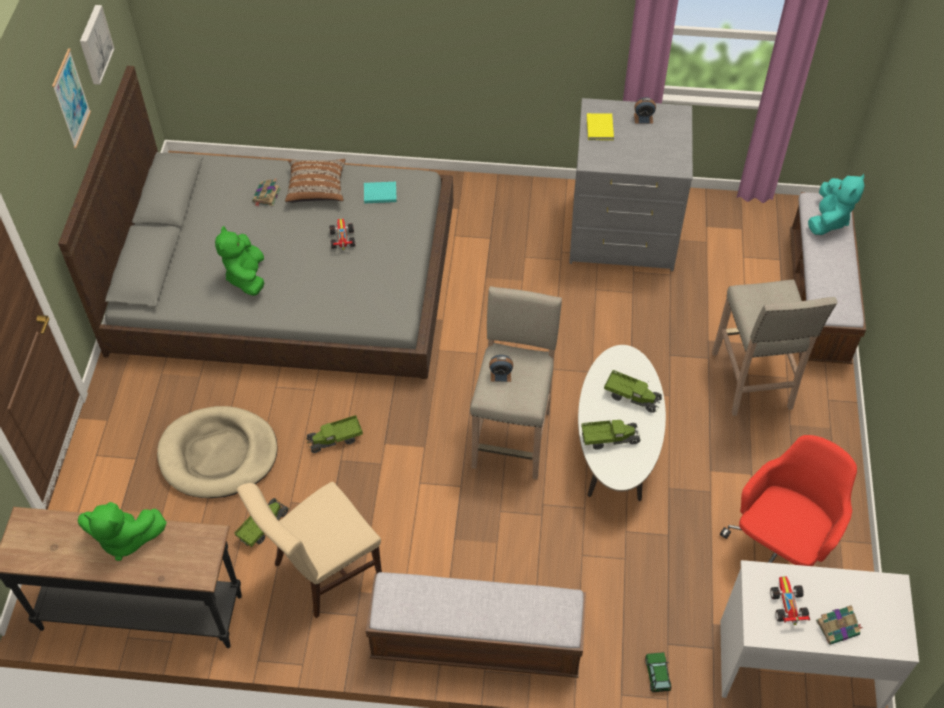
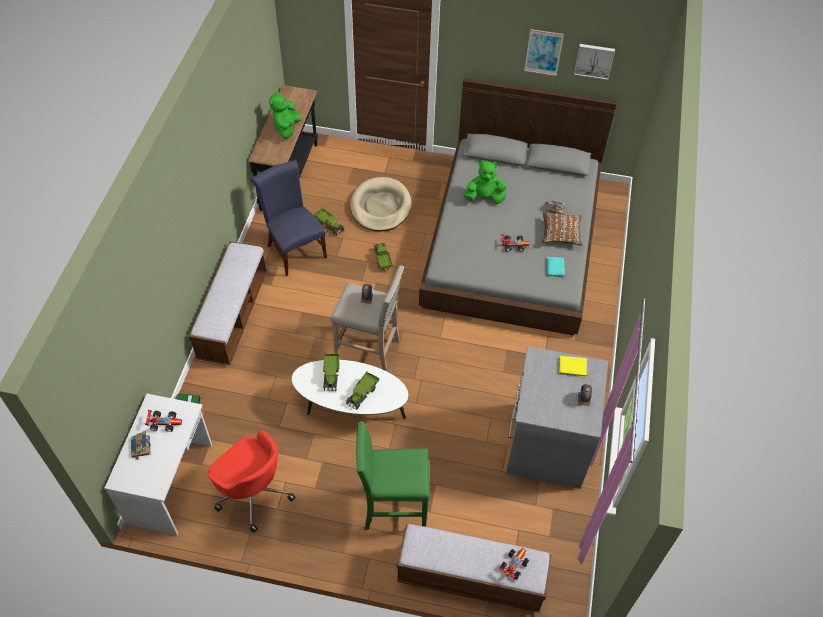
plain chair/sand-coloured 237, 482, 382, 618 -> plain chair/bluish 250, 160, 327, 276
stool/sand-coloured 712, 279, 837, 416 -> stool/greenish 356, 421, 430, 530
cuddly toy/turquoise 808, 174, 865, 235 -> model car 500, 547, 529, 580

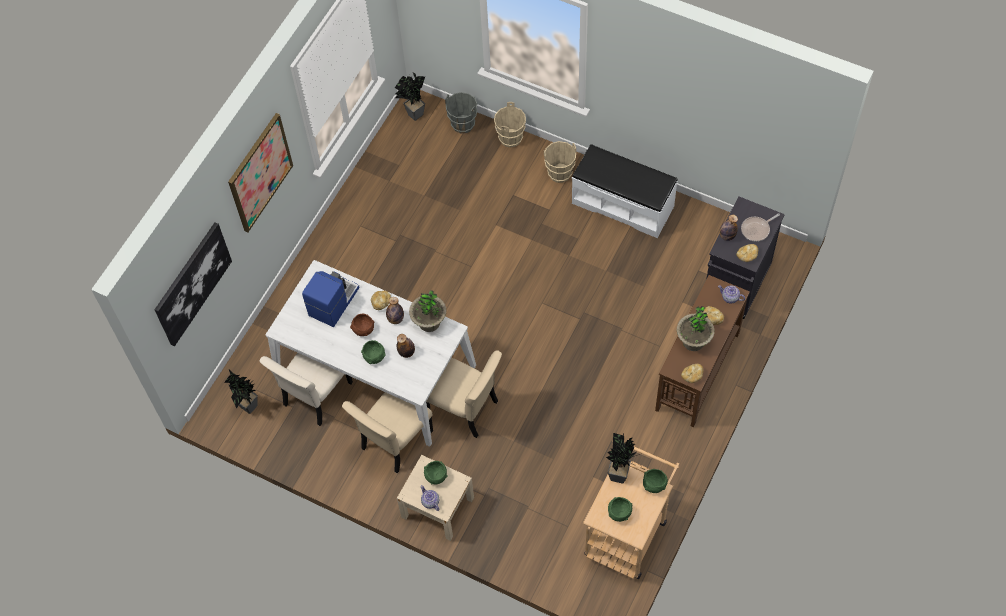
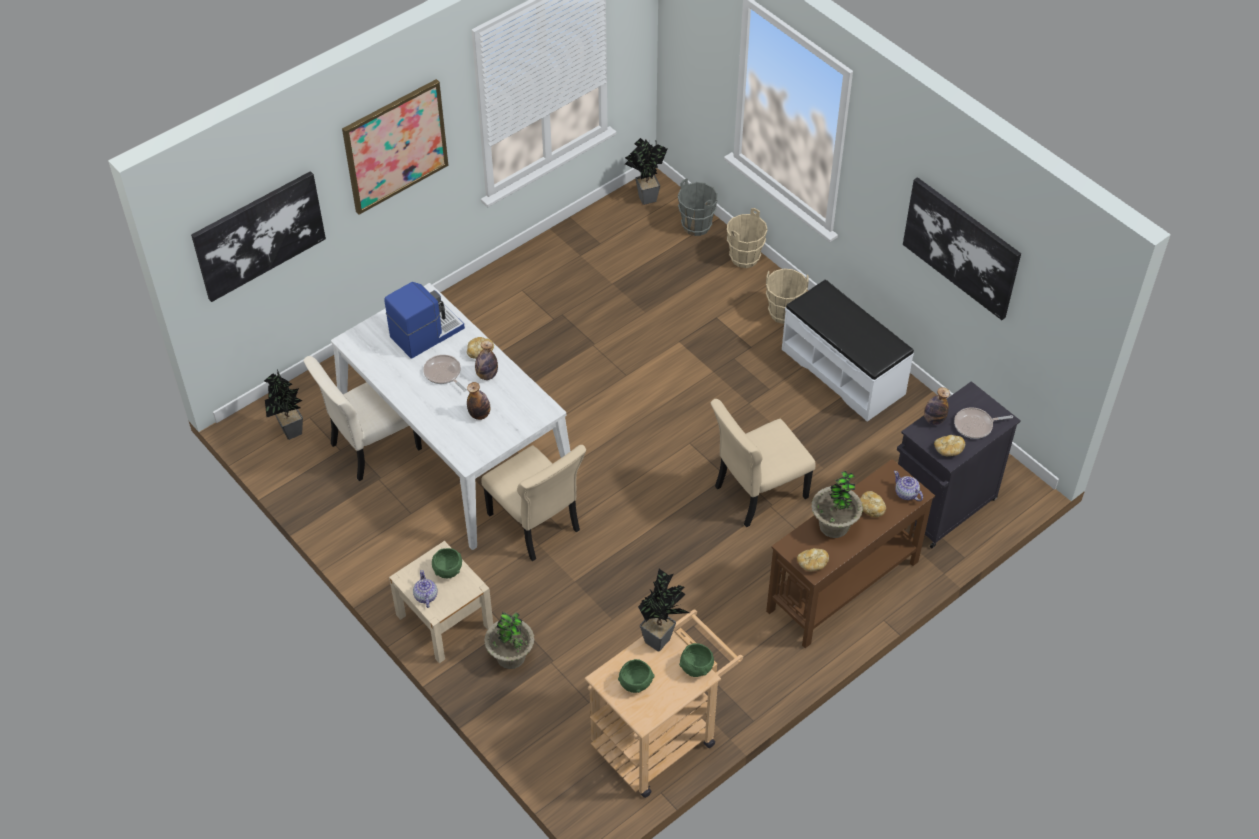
serving bowl/brown 350, 313, 374, 336 -> skillet 423, 355, 467, 392
houseplant 409, 290, 447, 332 -> houseplant 484, 612, 534, 669, moved
plain chair/sand-coloured 342, 392, 433, 473 -> plain chair/sand-coloured 711, 399, 816, 527, moved
none -> wall picture 903, 177, 1021, 320
serving bowl/greenish 361, 340, 385, 364 -> none

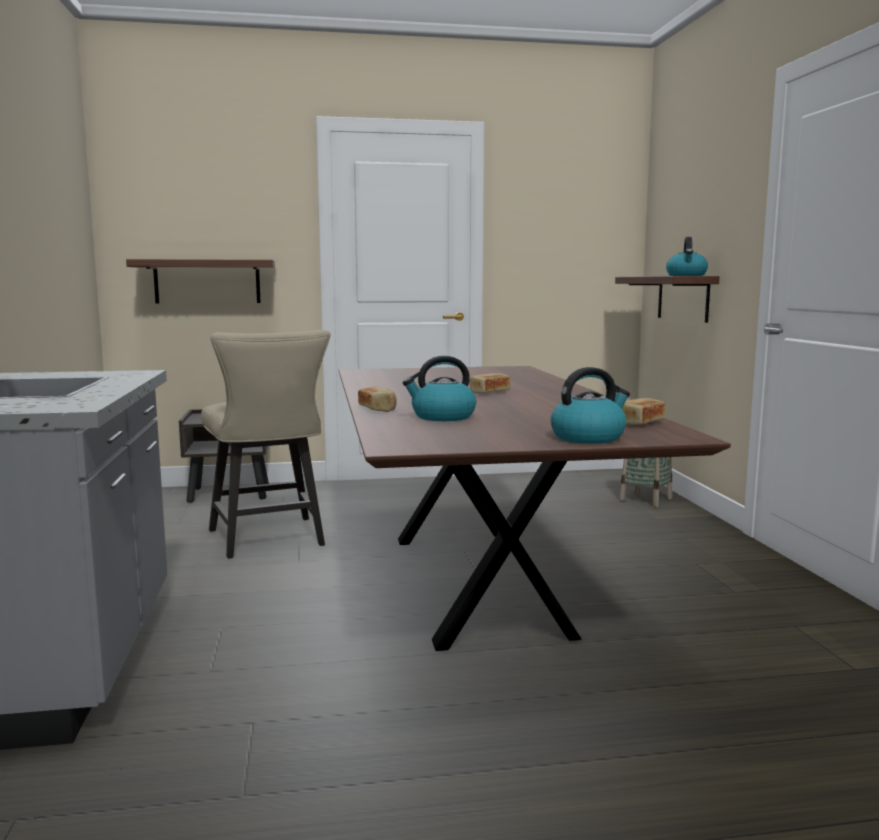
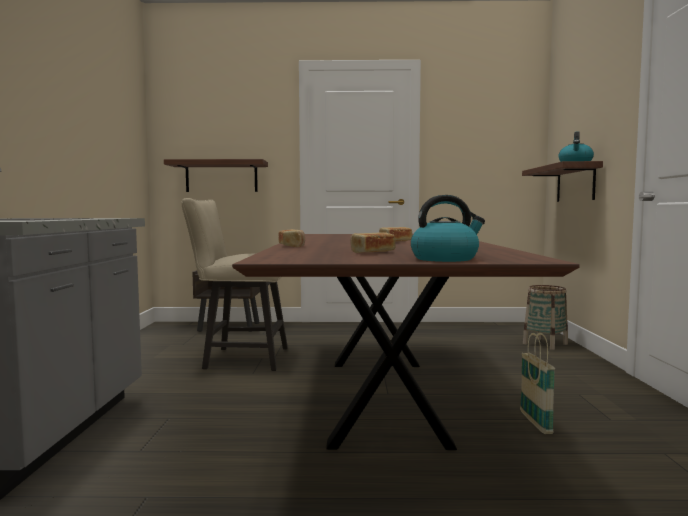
plain chair/sand-coloured 201, 330, 330, 559 -> plain chair/sand-coloured 181, 198, 288, 371, 105 degrees clockwise
bakery bread 622, 398, 665, 425 -> bakery bread 350, 232, 395, 253, moved
none -> household basket 520, 333, 555, 434
kettle 403, 356, 476, 421 -> none

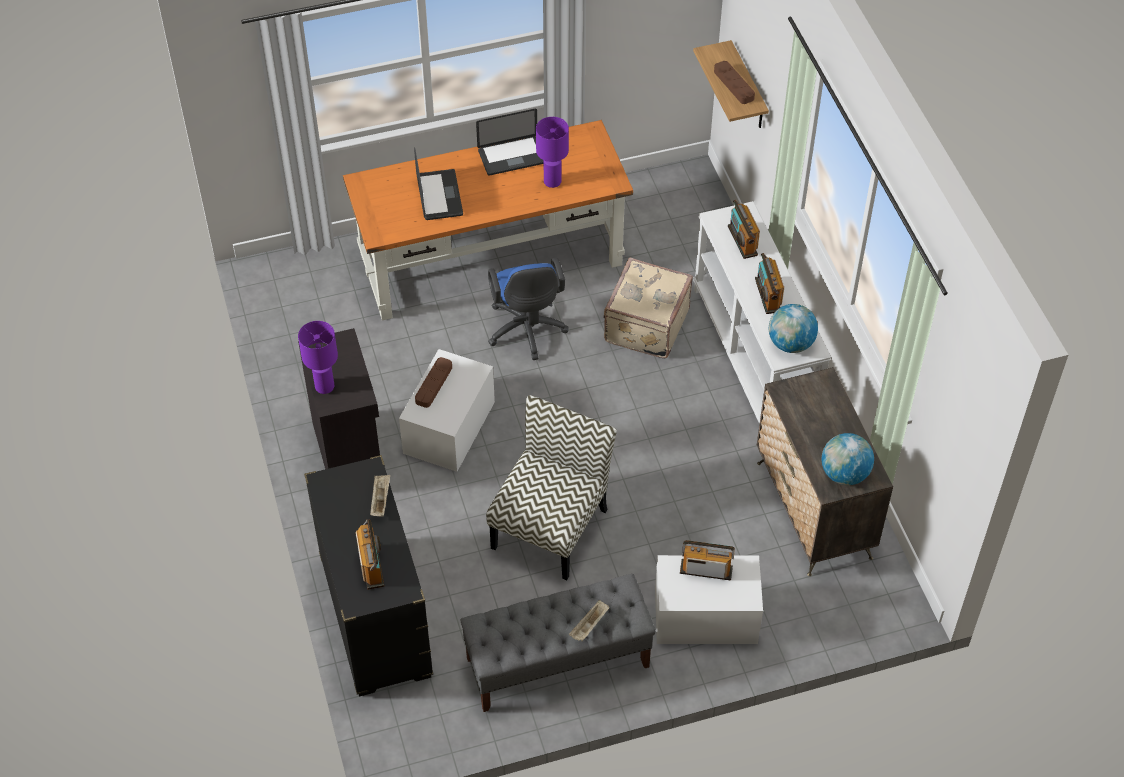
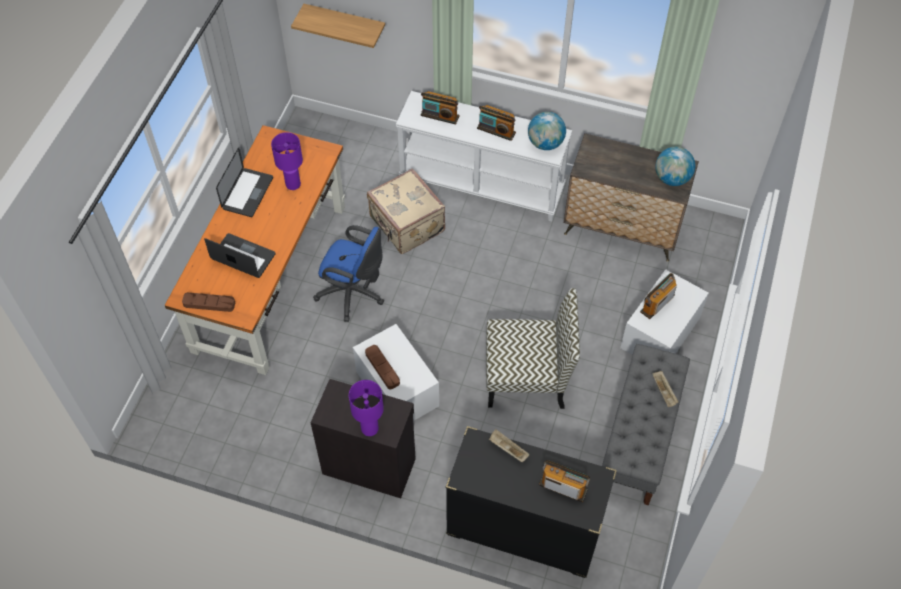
carrying tray/brown 714, 61, 755, 104 -> carrying tray/brown 182, 292, 235, 312, moved
plain chair 486, 395, 617, 580 -> plain chair 486, 288, 580, 409, 120 degrees clockwise

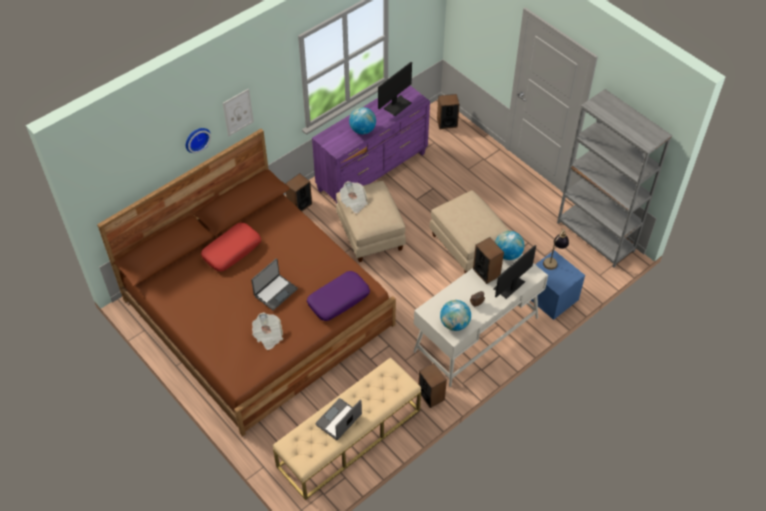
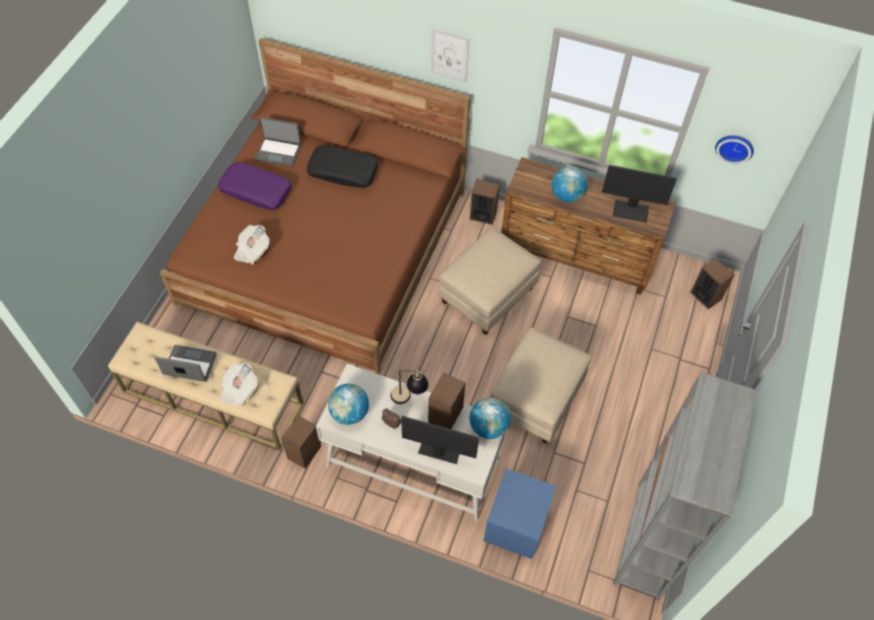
cushion/purplish 307, 271, 370, 321 -> cushion/purplish 218, 162, 291, 210, moved
printed paper 340, 181, 368, 214 -> printed paper 220, 363, 258, 407, moved
portable computer 251, 258, 298, 310 -> portable computer 255, 117, 301, 167, moved
cushion/red-coloured 201, 223, 261, 271 -> cushion/black-coloured 307, 145, 378, 188
lamp for a table 543, 229, 569, 270 -> lamp for a table 390, 367, 428, 404, moved
drawer chest/purplish 312, 86, 430, 204 -> drawer chest/brown 501, 157, 676, 294
hanging clock 186, 128, 211, 153 -> hanging clock 715, 135, 754, 164, moved

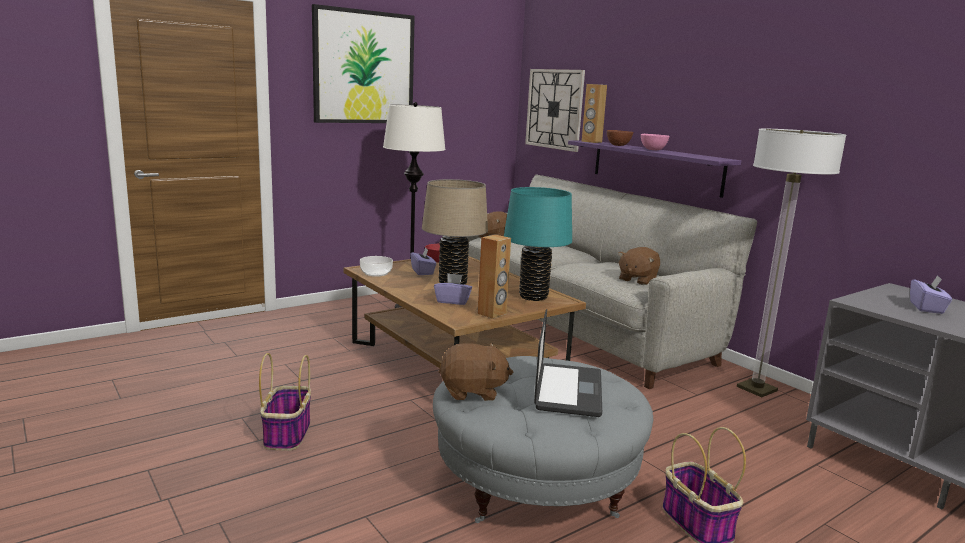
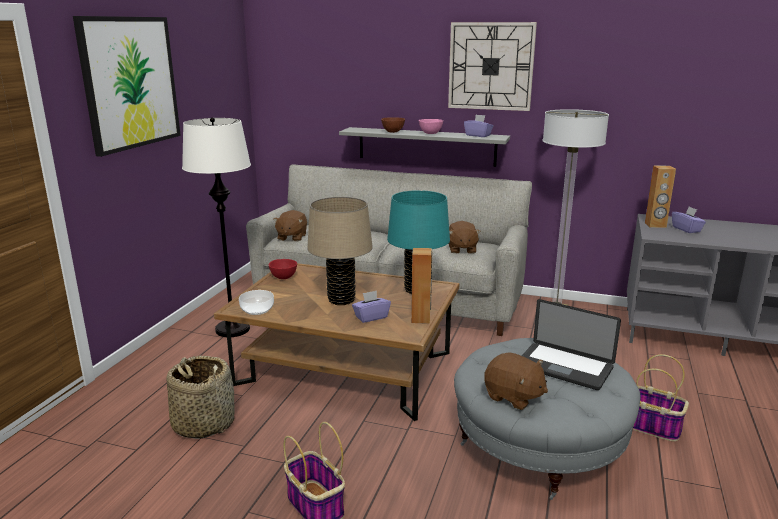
none -> household basket 166, 356, 235, 439
shelf/purplish 568, 140, 741, 198 -> shelf/greyish 339, 127, 510, 167
hanging clock 525, 69, 585, 152 -> hanging clock 448, 22, 537, 111, moved
tissue box/purplish 410, 247, 436, 275 -> tissue box/purplish 464, 115, 493, 137, moved
cuddly toy/brown 439, 343, 513, 401 -> cuddly toy/brown 484, 352, 548, 410, 75 degrees clockwise
portable computer 534, 309, 602, 417 -> portable computer 522, 299, 621, 390, 150 degrees clockwise
loudspeaker/brown 582, 84, 607, 143 -> loudspeaker/brown 645, 165, 676, 228, moved

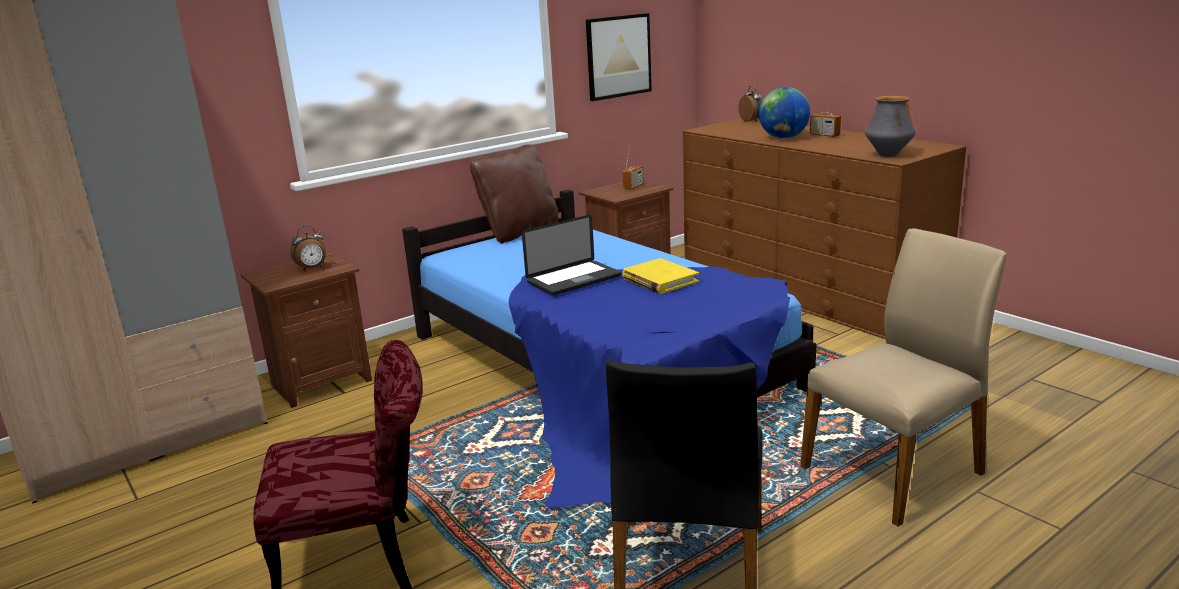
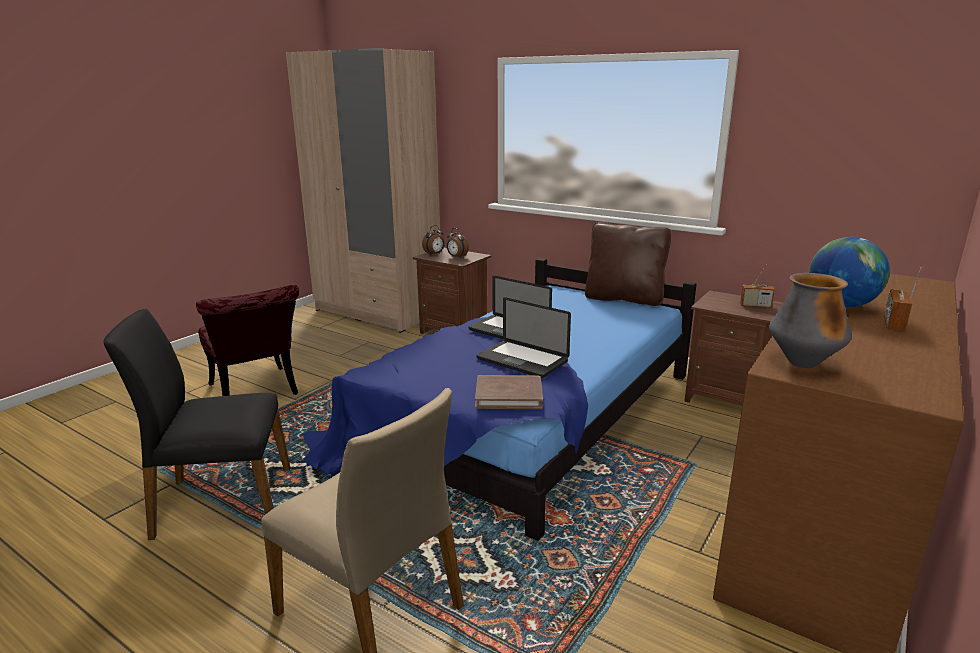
alarm clock 738, 86, 761, 122 -> alarm clock 422, 225, 444, 256, moved
none -> book/brown 475, 375, 543, 409
book/yellow-coloured 622, 258, 699, 294 -> portable computer 476, 297, 571, 378
wall picture 586, 13, 652, 101 -> none

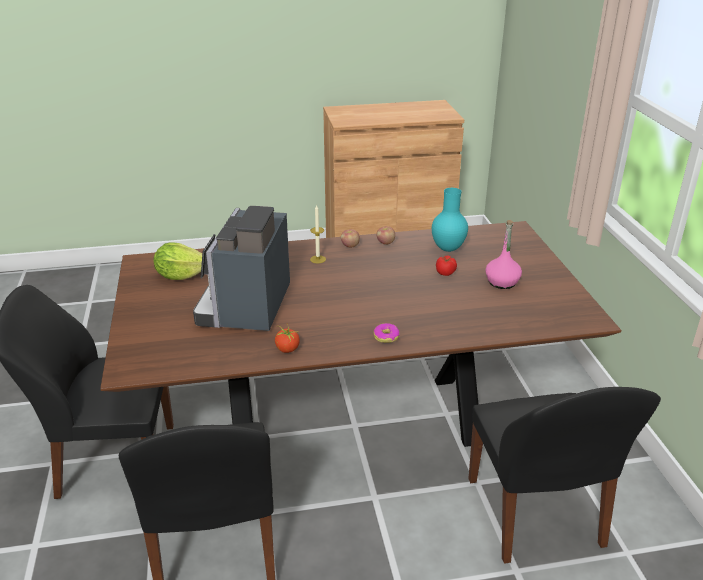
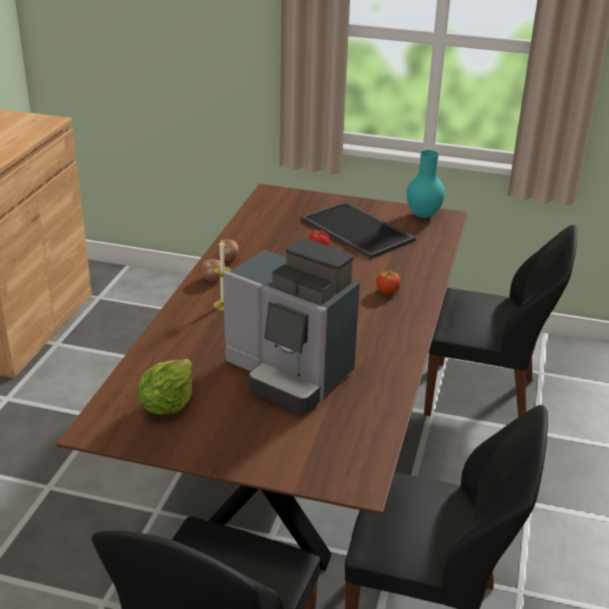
bottle/pink 485, 220, 522, 289 -> carrying tray 301, 202, 416, 259
whole tomato 275, 324, 300, 353 -> whole tomato 376, 269, 402, 294, moved
flower vase/turquoise 432, 188, 468, 252 -> flower vase/turquoise 406, 150, 445, 218, moved
ring doughnut 373, 323, 399, 343 -> none

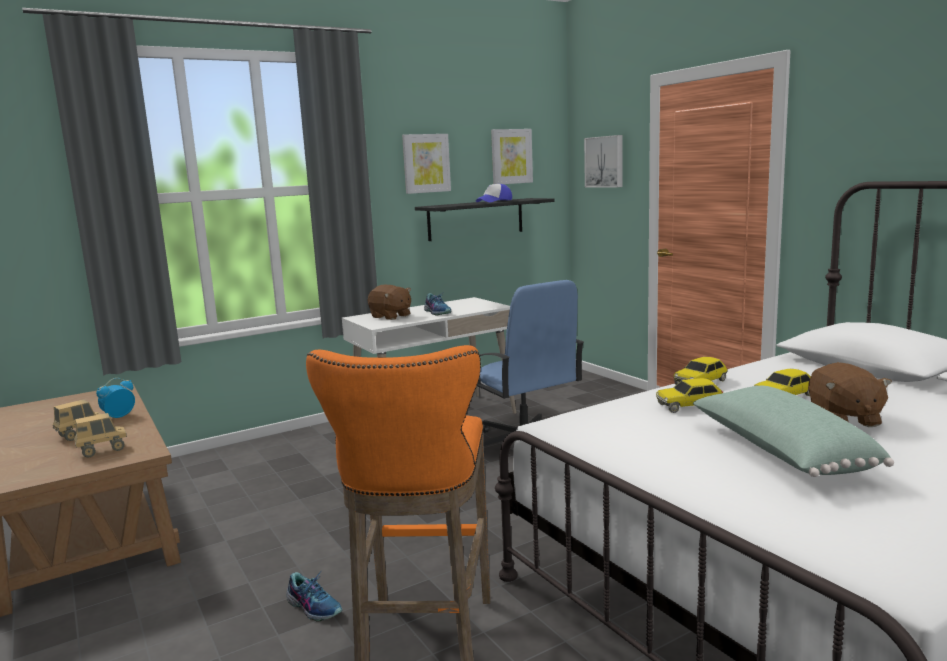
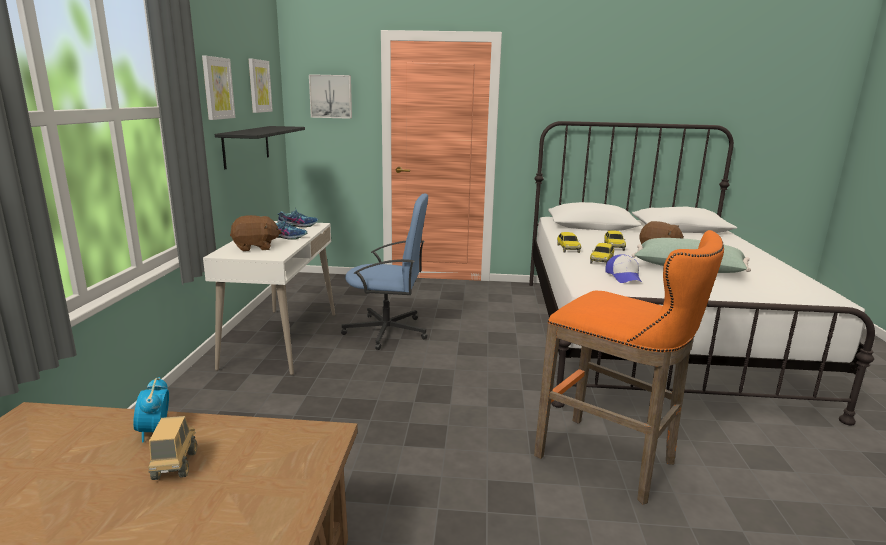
low shoe 286, 572, 342, 622 -> low shoe 277, 208, 318, 227, moved
cap 476, 184, 512, 202 -> cap 605, 254, 642, 283, moved
toy lorry 74, 413, 127, 458 -> none

